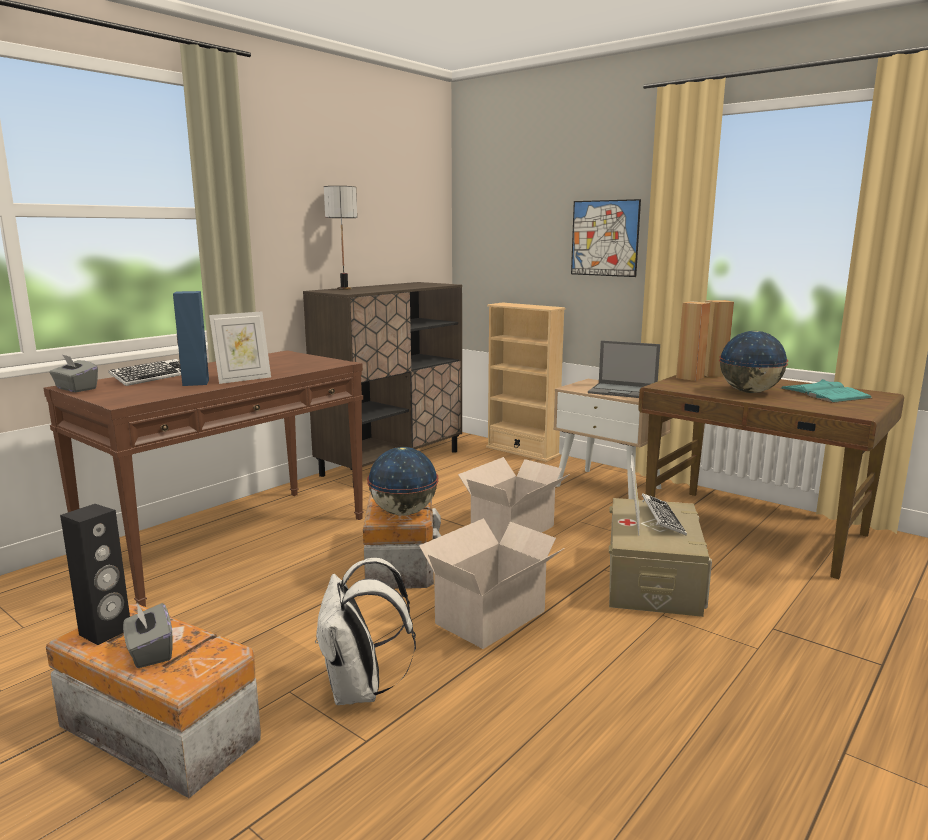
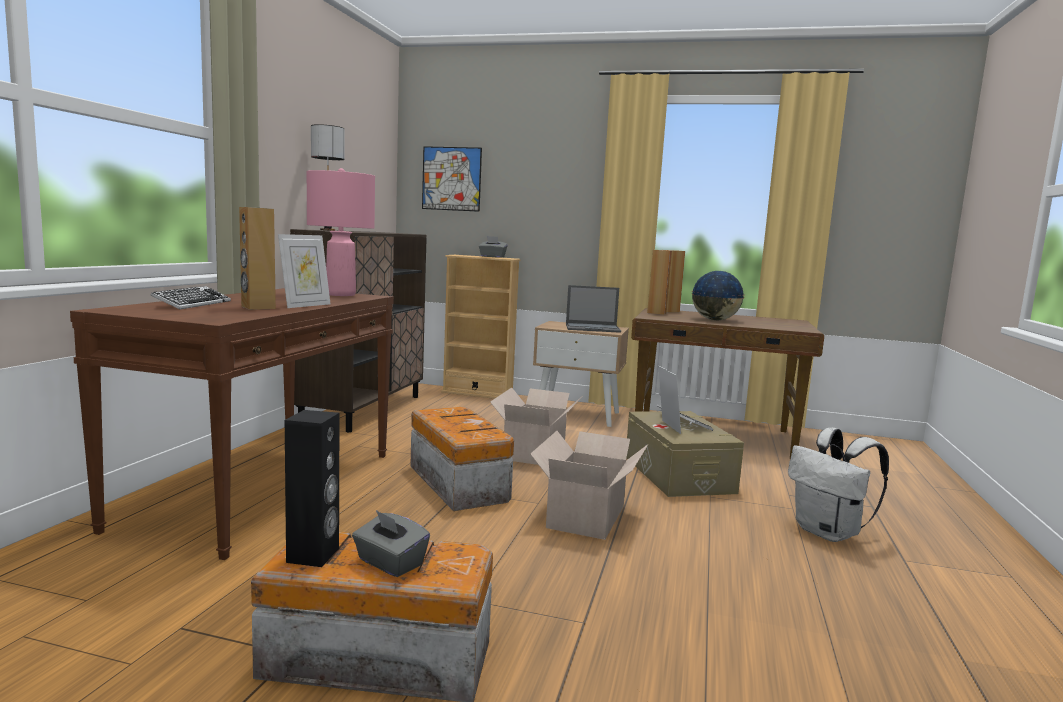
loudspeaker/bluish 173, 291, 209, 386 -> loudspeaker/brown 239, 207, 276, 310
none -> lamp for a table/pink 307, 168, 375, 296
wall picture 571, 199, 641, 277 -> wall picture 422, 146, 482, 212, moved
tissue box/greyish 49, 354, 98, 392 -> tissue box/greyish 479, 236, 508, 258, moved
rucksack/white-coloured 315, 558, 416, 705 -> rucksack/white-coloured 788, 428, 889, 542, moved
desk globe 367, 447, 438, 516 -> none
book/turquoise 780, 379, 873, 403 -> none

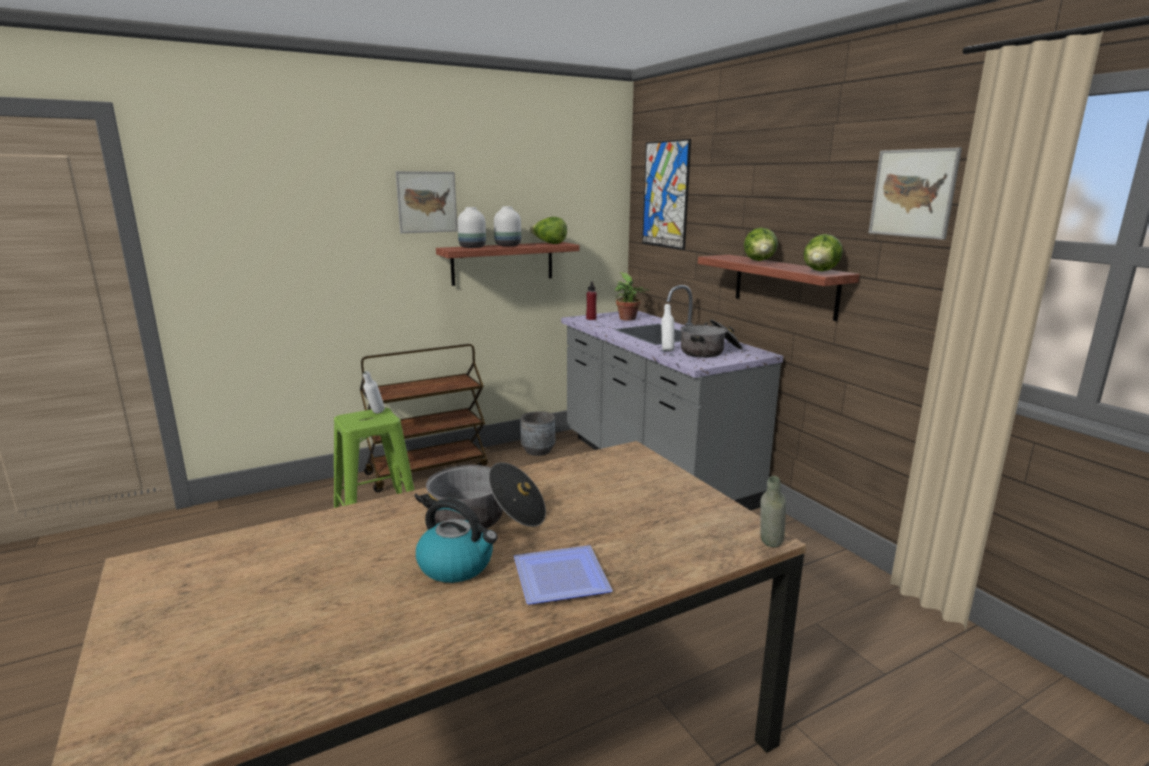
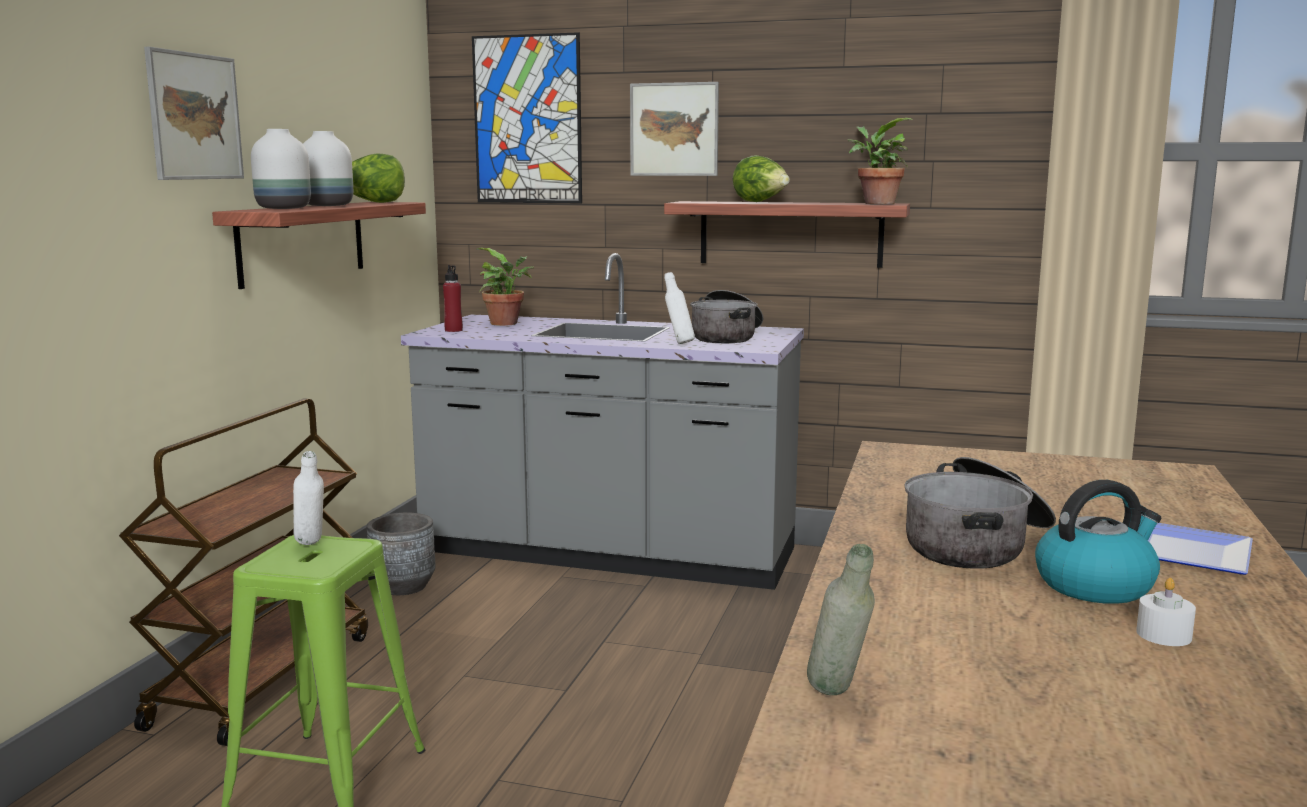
wall picture 869, 147, 962, 240 -> wall picture 630, 82, 719, 176, moved
bottle/greyish 760, 476, 786, 547 -> bottle/greyish 807, 544, 875, 695, moved
head of lettuce 803, 234, 843, 271 -> houseplant 848, 118, 912, 204
none -> wax light/white-coloured 1136, 578, 1196, 646

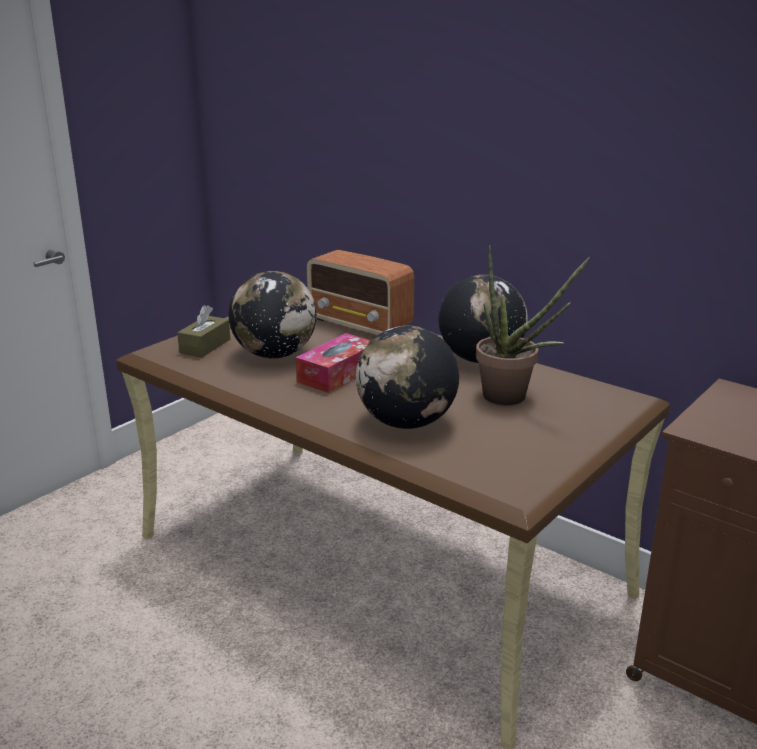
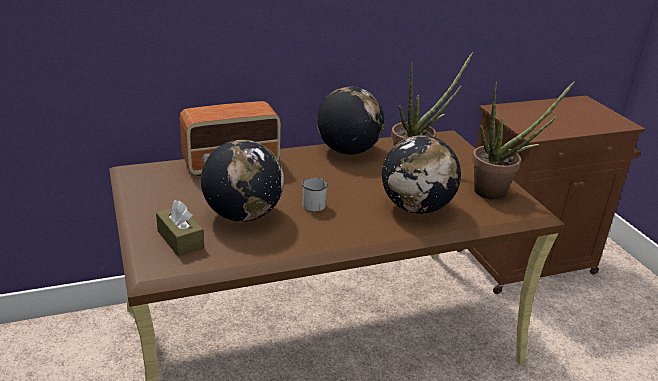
tissue box 296, 333, 371, 393 -> coffee mug/white-coloured 302, 178, 328, 212
none -> houseplant 472, 81, 575, 200

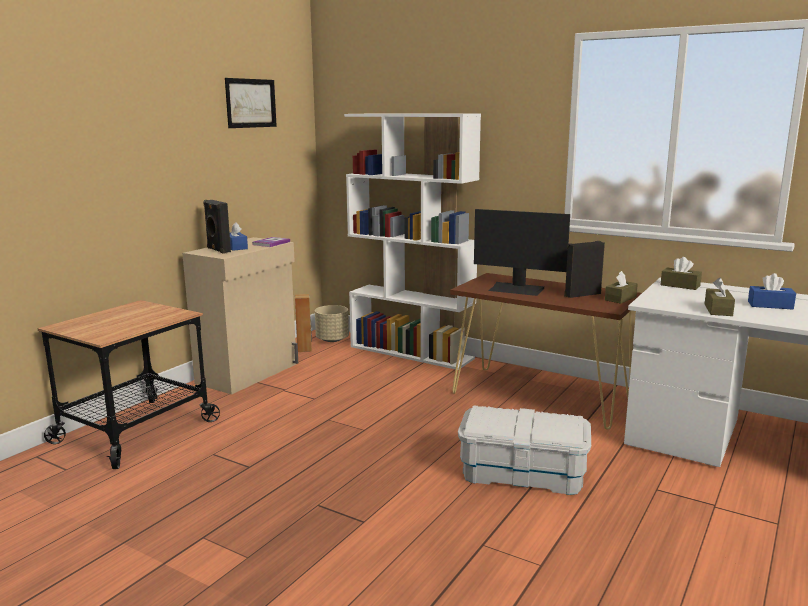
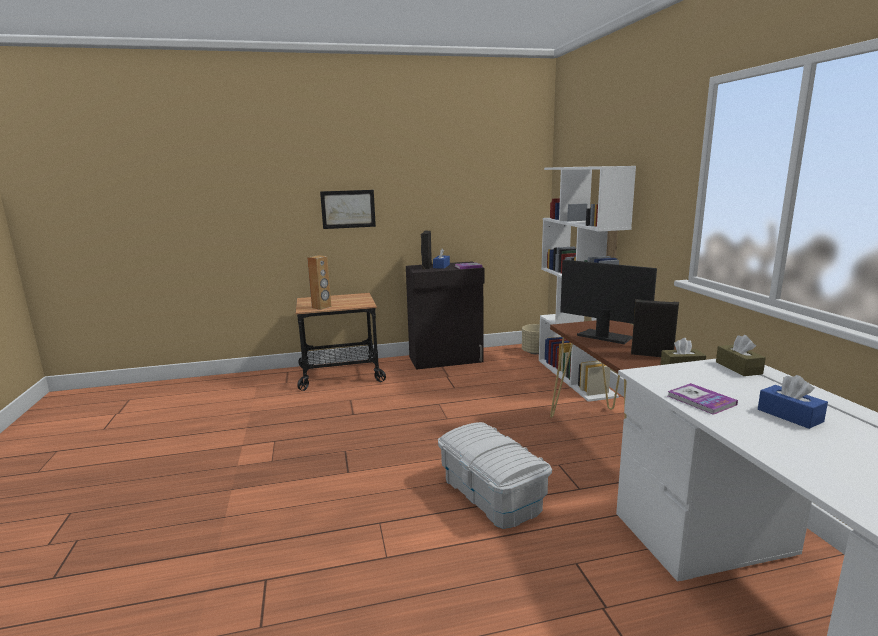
loudspeaker/brown 295, 294, 312, 352 -> loudspeaker/brown 307, 255, 331, 310, moved
wall picture 225, 78, 277, 128 -> wall picture 320, 190, 376, 229, moved
cabinet/sand-coloured 182, 237, 298, 395 -> cabinet/black-coloured 406, 261, 485, 370
monitor 474, 209, 570, 296 -> monitor 560, 260, 657, 344, 150 degrees clockwise
tissue box/brown 705, 278, 735, 316 -> book 668, 383, 738, 415

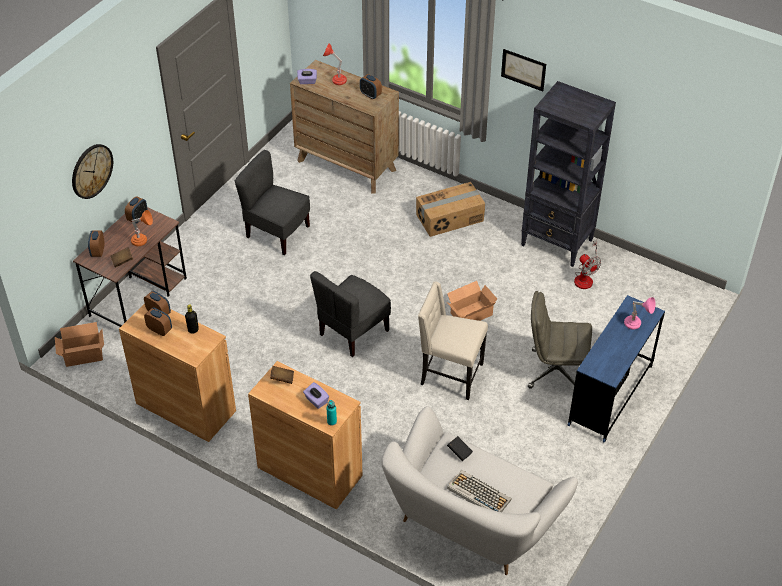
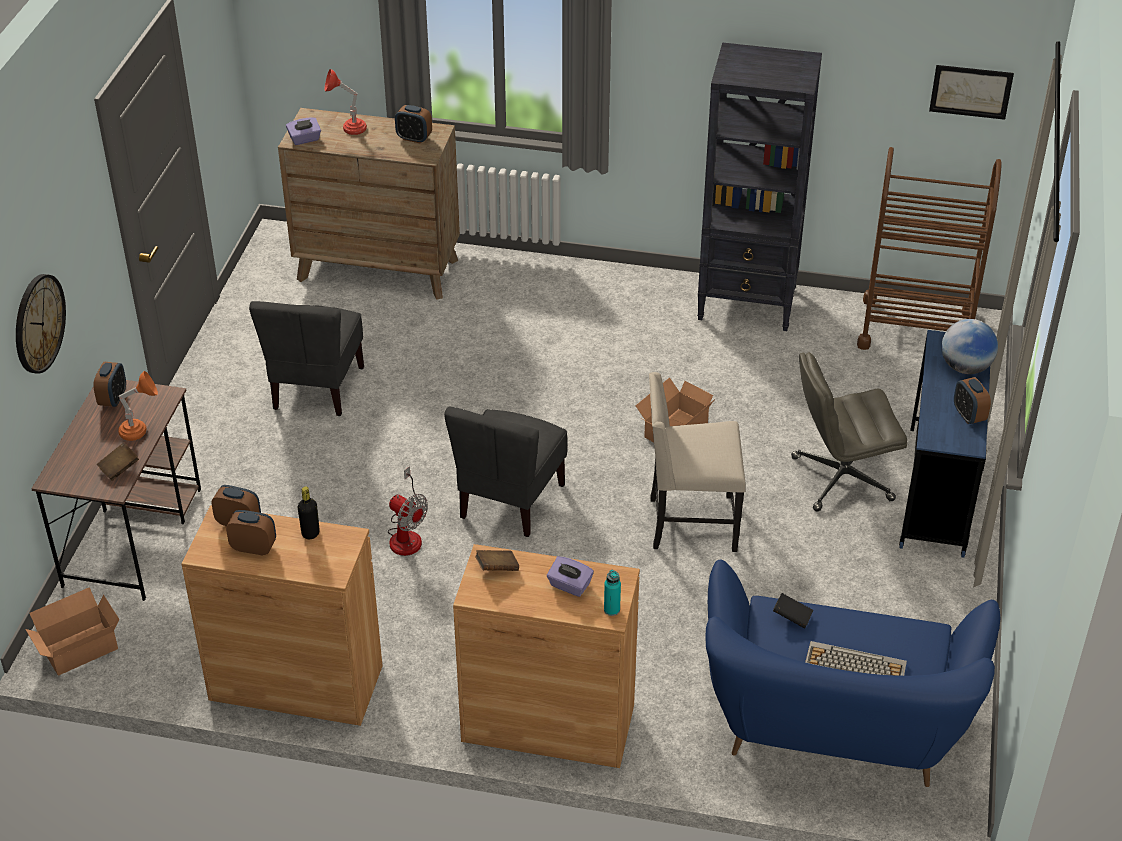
plain chair/greyish 235, 150, 310, 255 -> plain chair/greyish 249, 301, 364, 416, 90 degrees counterclockwise
cooling fan 574, 240, 601, 289 -> cooling fan 388, 466, 428, 556, moved
settee/white-coloured 381, 406, 578, 575 -> settee/bluish 705, 560, 1001, 787
none -> cart/brown 857, 147, 1002, 350
wall picture 501, 49, 546, 91 -> wall picture 929, 65, 1014, 120, moved
lamp for a table/pink 624, 297, 656, 330 -> desk globe 941, 319, 998, 374
alarm clock 88, 230, 105, 257 -> alarm clock 954, 377, 991, 424, moved
carton 416, 182, 485, 237 -> none

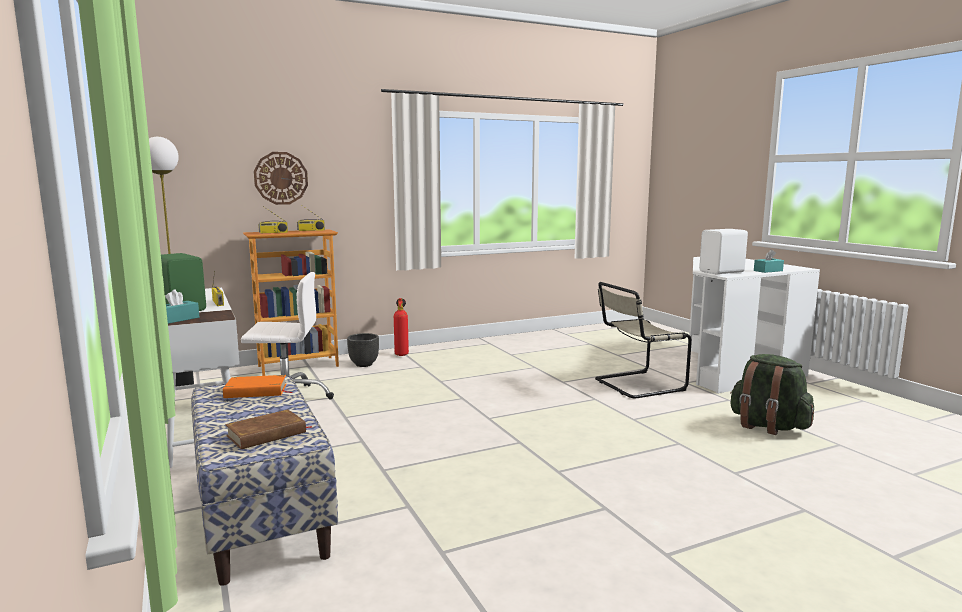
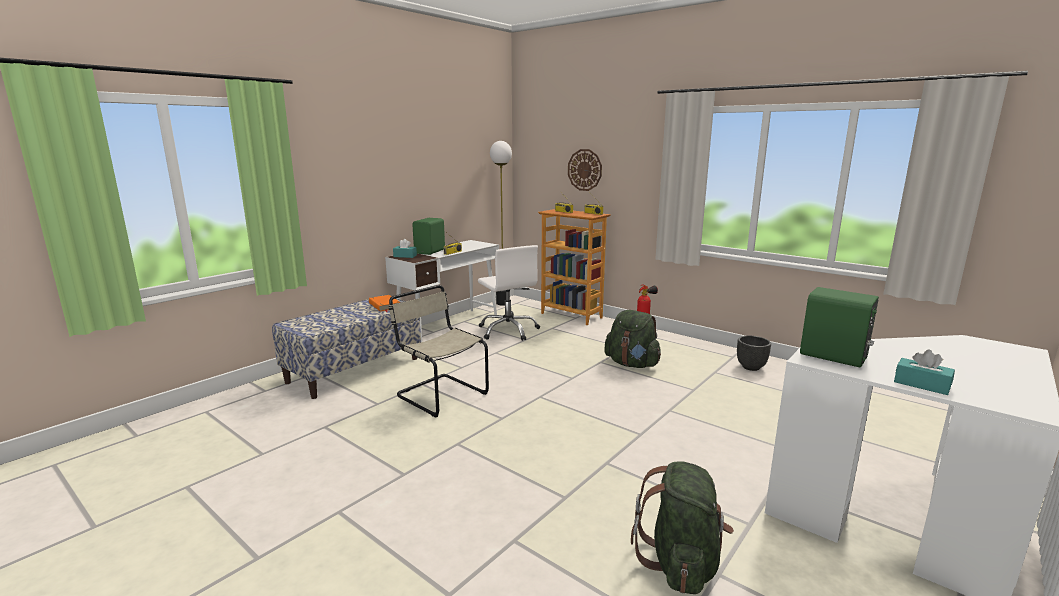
plain chair/sand-coloured 595, 282, 692, 398 -> plain chair/sand-coloured 389, 285, 489, 418, moved
none -> rucksack/greenish 604, 310, 661, 368
planter/black-coloured 347, 333, 379, 367 -> planter/black-coloured 737, 336, 771, 371, moved
loudspeaker/white-coloured 699, 229, 748, 274 -> loudspeaker/greenish 800, 287, 879, 367
book/brown 225, 409, 312, 449 -> none

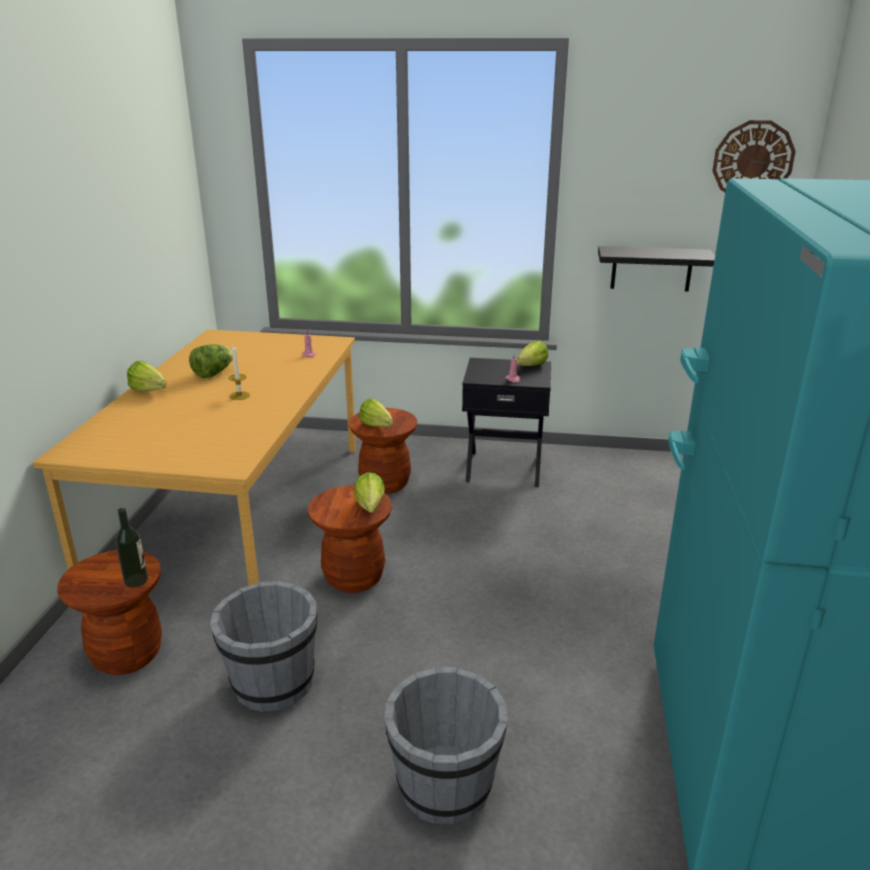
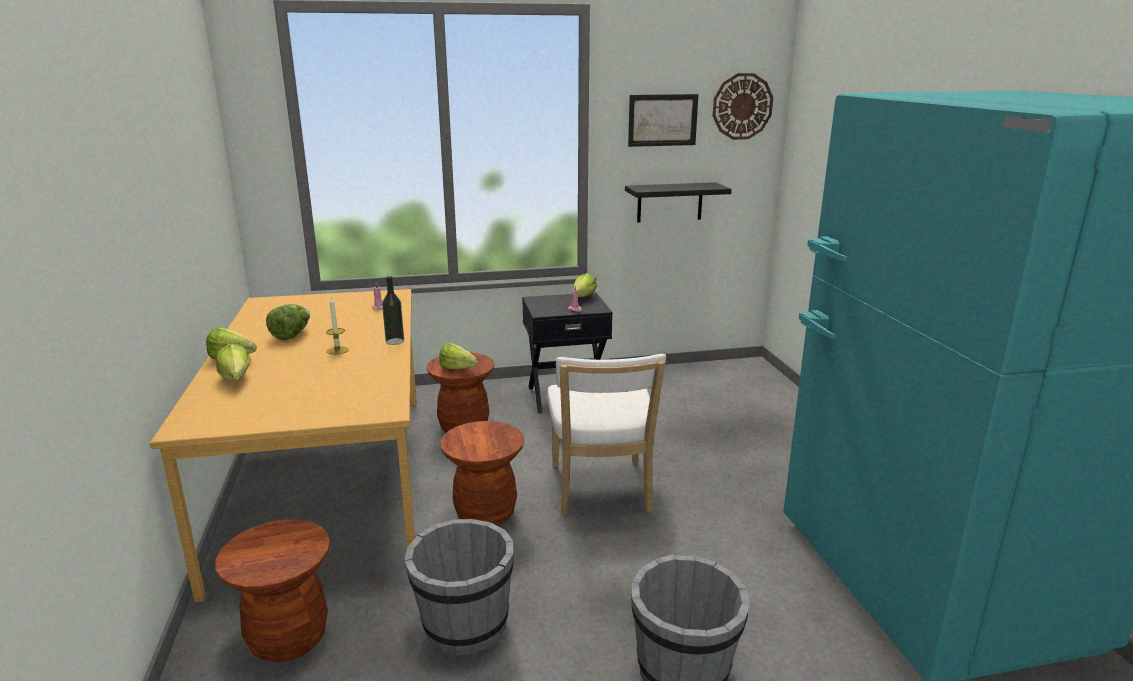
head of lettuce 354, 472, 385, 513 -> head of lettuce 216, 344, 251, 381, moved
bottle 115, 508, 148, 588 -> bottle 382, 277, 404, 345, moved
none -> plain chair/white-coloured 547, 354, 666, 516
none -> wall picture 628, 94, 699, 147

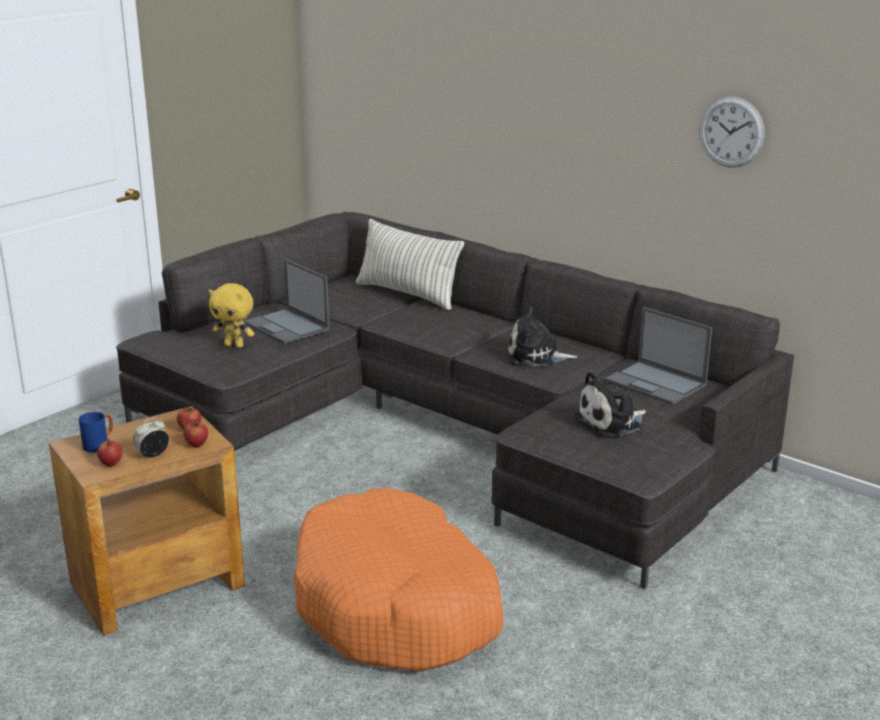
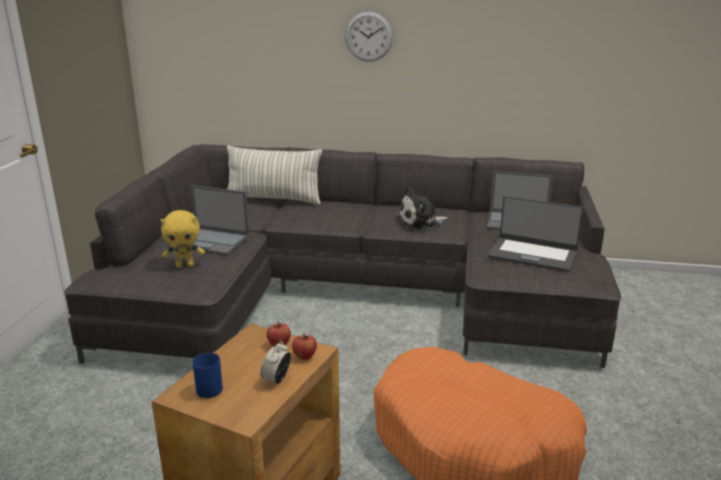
hanging clock 699, 97, 765, 168 -> hanging clock 345, 12, 393, 62, moved
cuddly toy 575, 371, 646, 437 -> portable computer 488, 196, 584, 272
apple 97, 438, 123, 466 -> none

